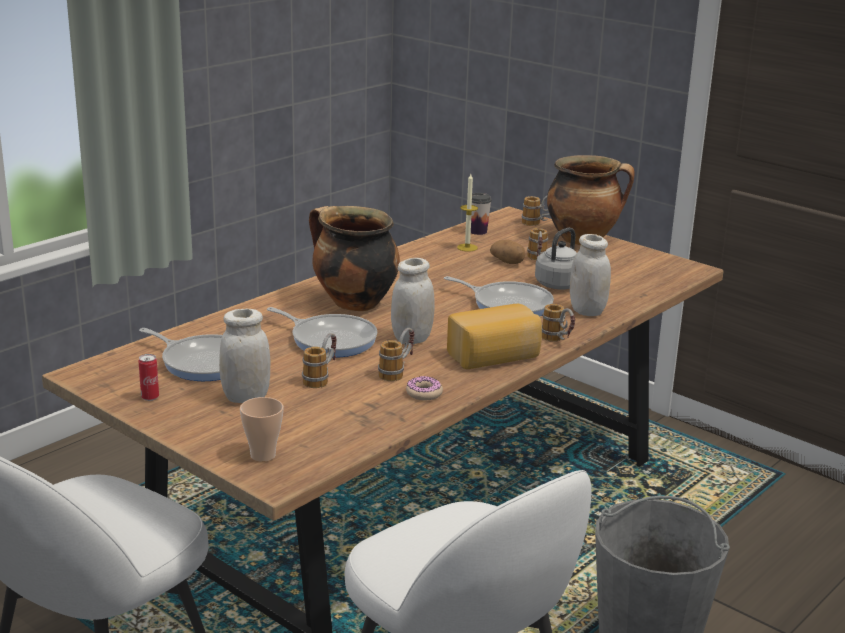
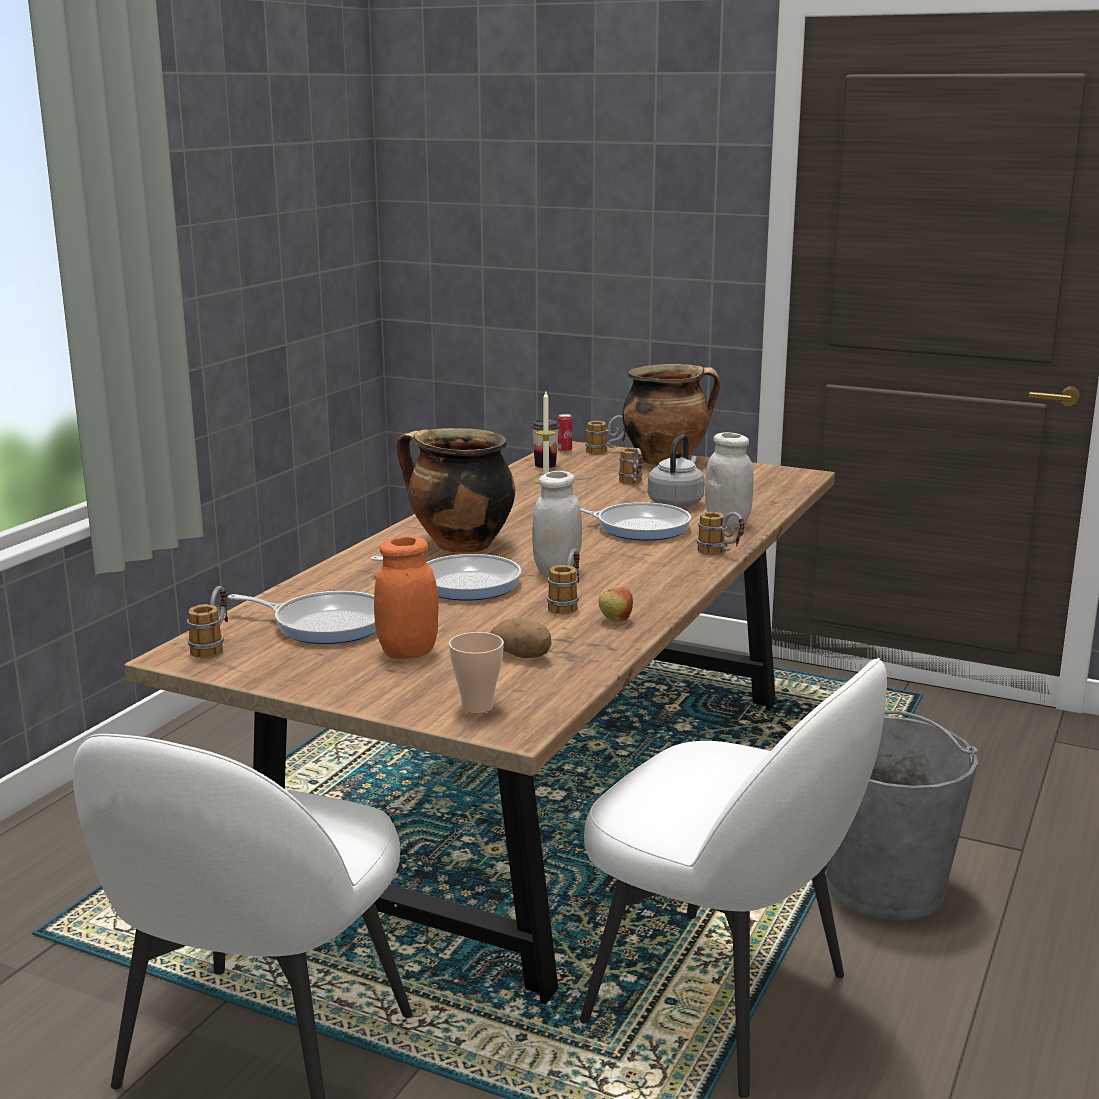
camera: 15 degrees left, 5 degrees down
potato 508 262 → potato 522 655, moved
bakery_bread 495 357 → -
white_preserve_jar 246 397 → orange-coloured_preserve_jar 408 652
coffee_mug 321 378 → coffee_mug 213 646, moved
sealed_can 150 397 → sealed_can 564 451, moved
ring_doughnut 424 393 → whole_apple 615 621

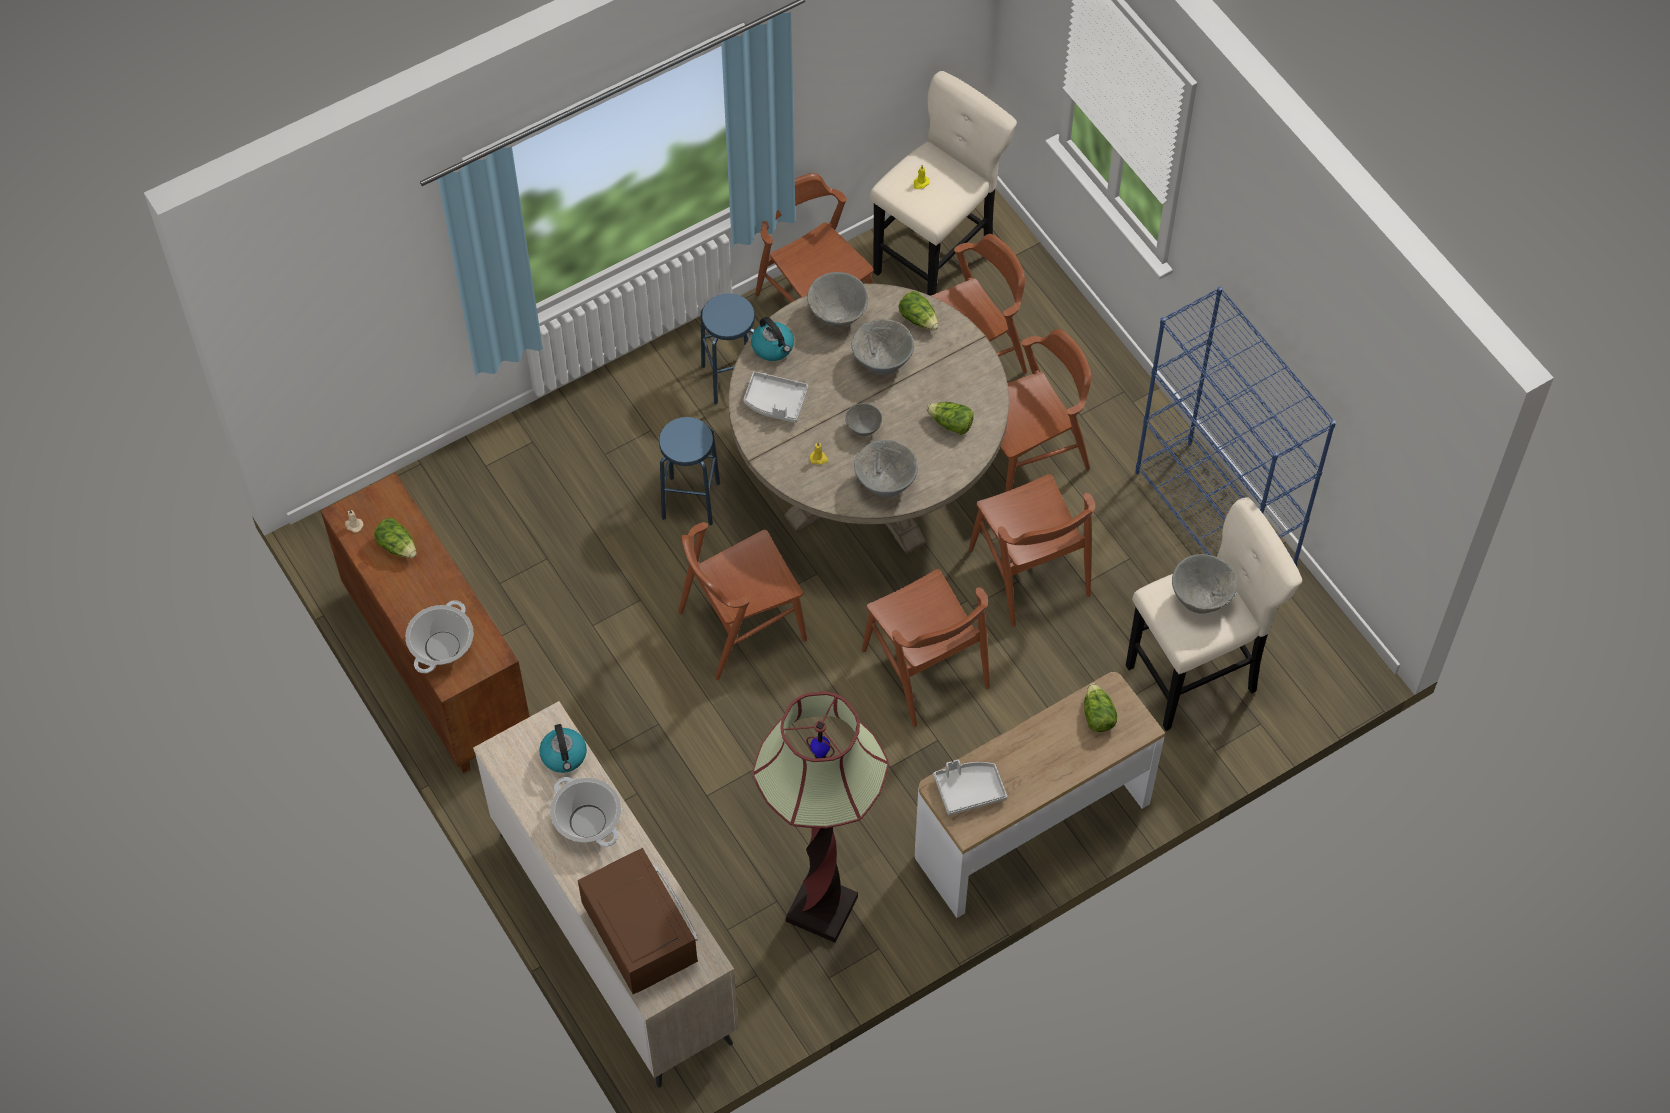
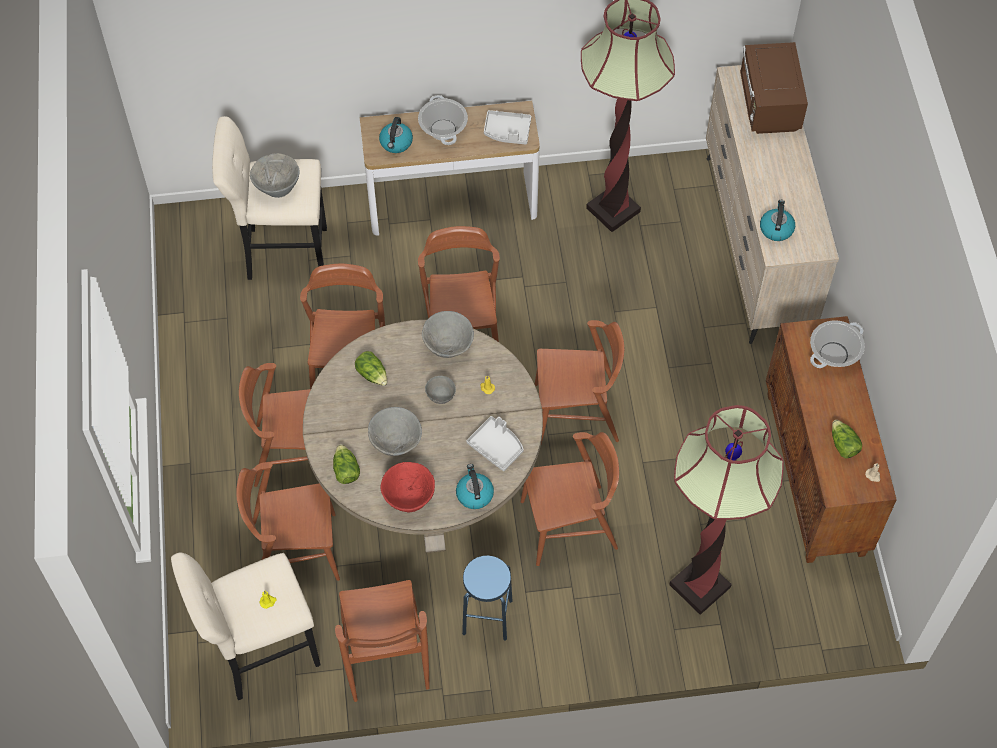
camera: 155 degrees left, 0 degrees up
greyish_serving_bowl 837 317 → red_serving_bowl 409 499
blue_bookshelf 1215 521 → -
blue_stool 690 500 → brown-coloured_upright_chair 569 525
head_of_lettuce 1097 715 → kettle 396 143
saucepot 587 821 → saucepot 443 130, moved
- → floor_lamp 699 586

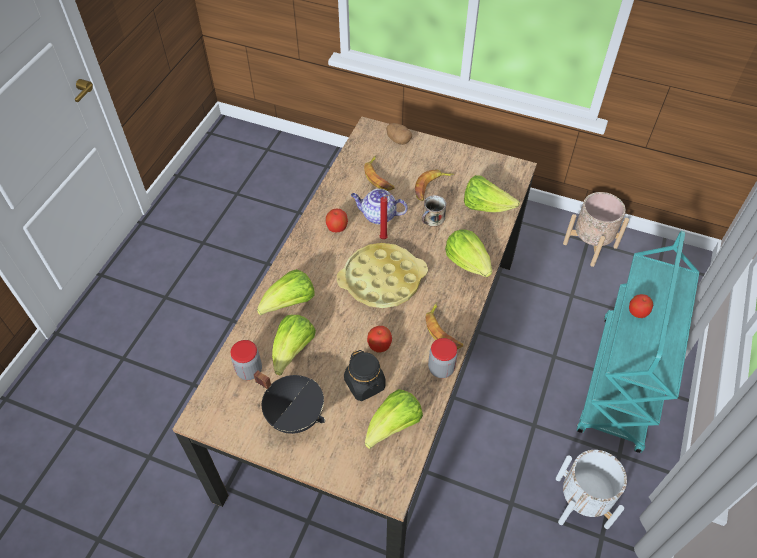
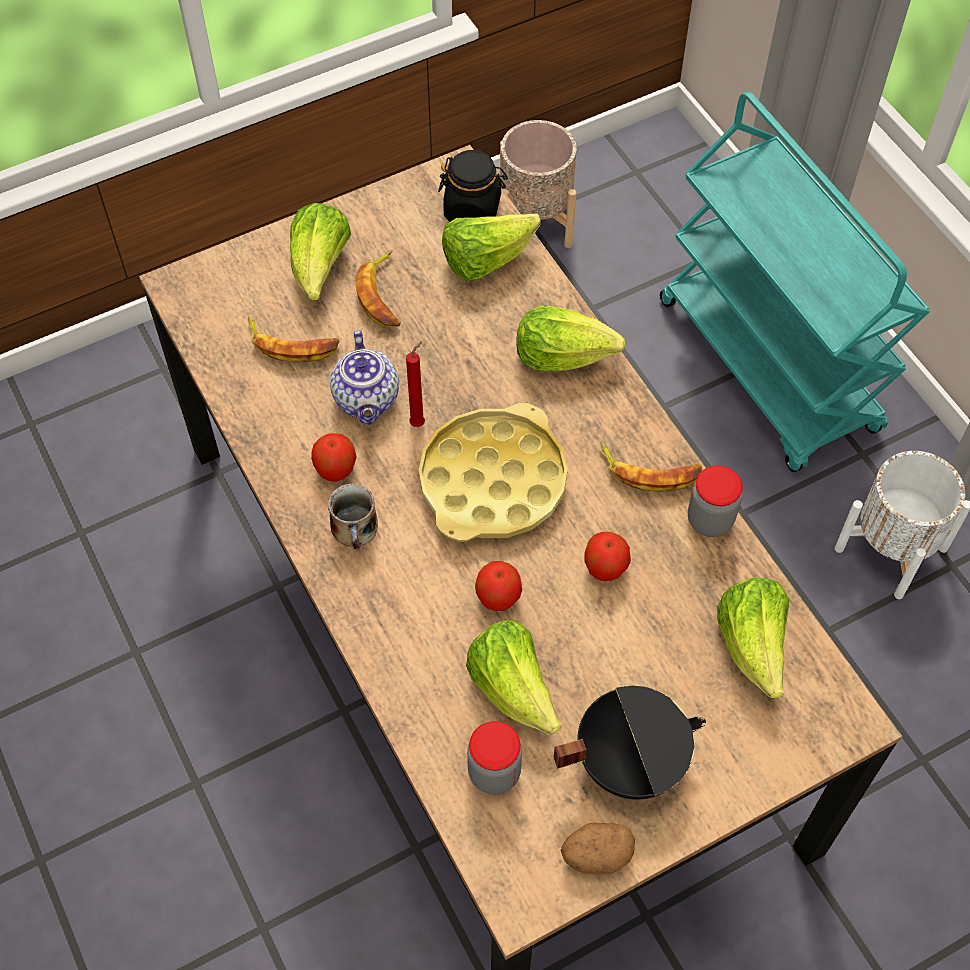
camera: 50 degrees left, 5 degrees up
potato 398 140 → potato 596 855, moved
tea_pot 378 216 → tea_pot 367 400, 60 degrees counterclockwise
coffee_mug 432 219 → coffee_mug 355 529, moved
head_of_lettuce 290 303 → head_of_lettuce 320 269, moved
whole_apple 637 312 → whole_apple 498 597, moved
black_preserve_jar 365 384 → black_preserve_jar 473 208, moved

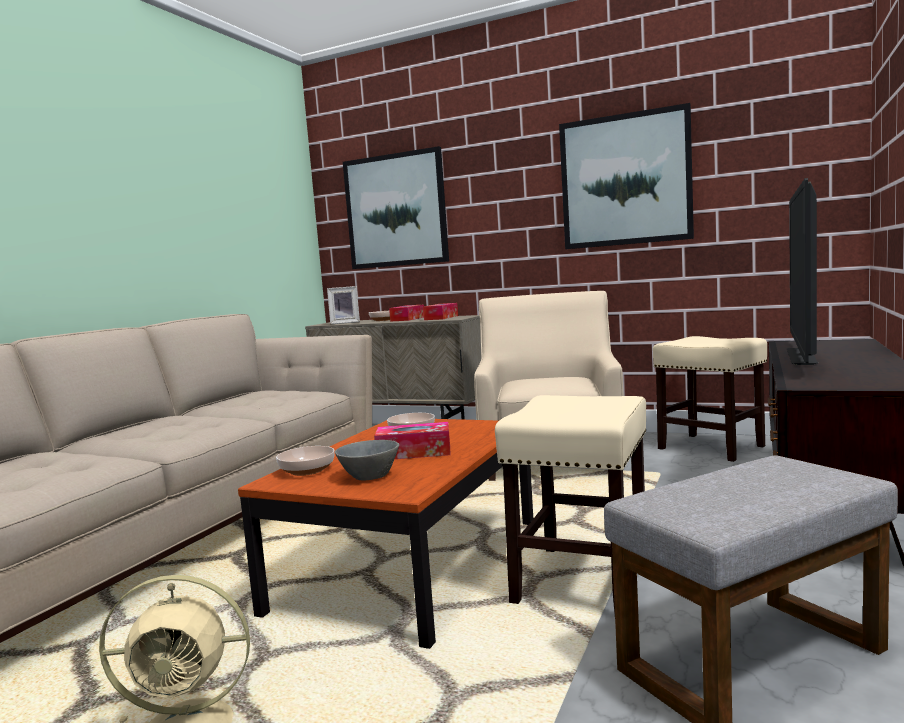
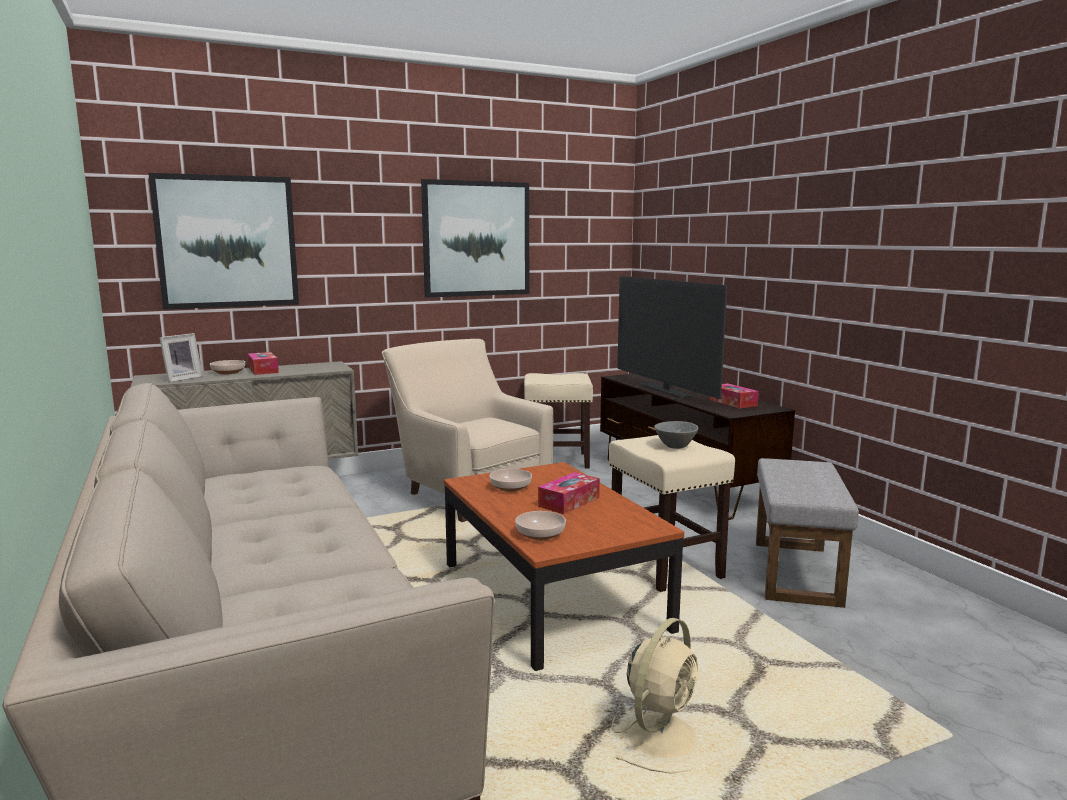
camera: 50 degrees left, 5 degrees up
box_of_tissues 441 318 → box_of_tissues 733 402, moved
greyish_serving_bowl 369 476 → greyish_serving_bowl 674 446, moved

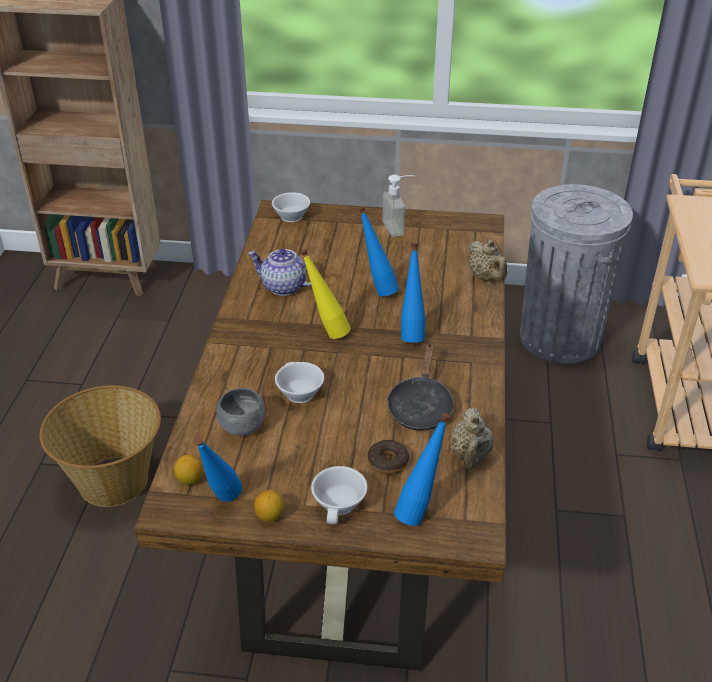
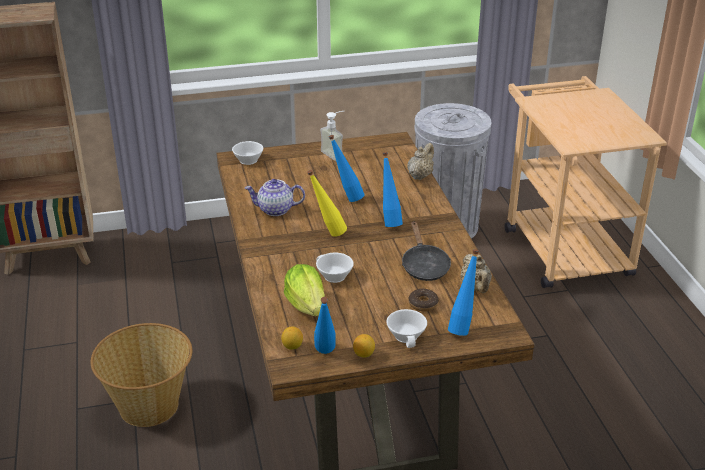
camera: 20 degrees left, 5 degrees down
sand-coloured_tea_pot 486 278 → sand-coloured_tea_pot 420 176, 105 degrees counterclockwise
greyish_serving_bowl 242 426 → head_of_lettuce 307 305

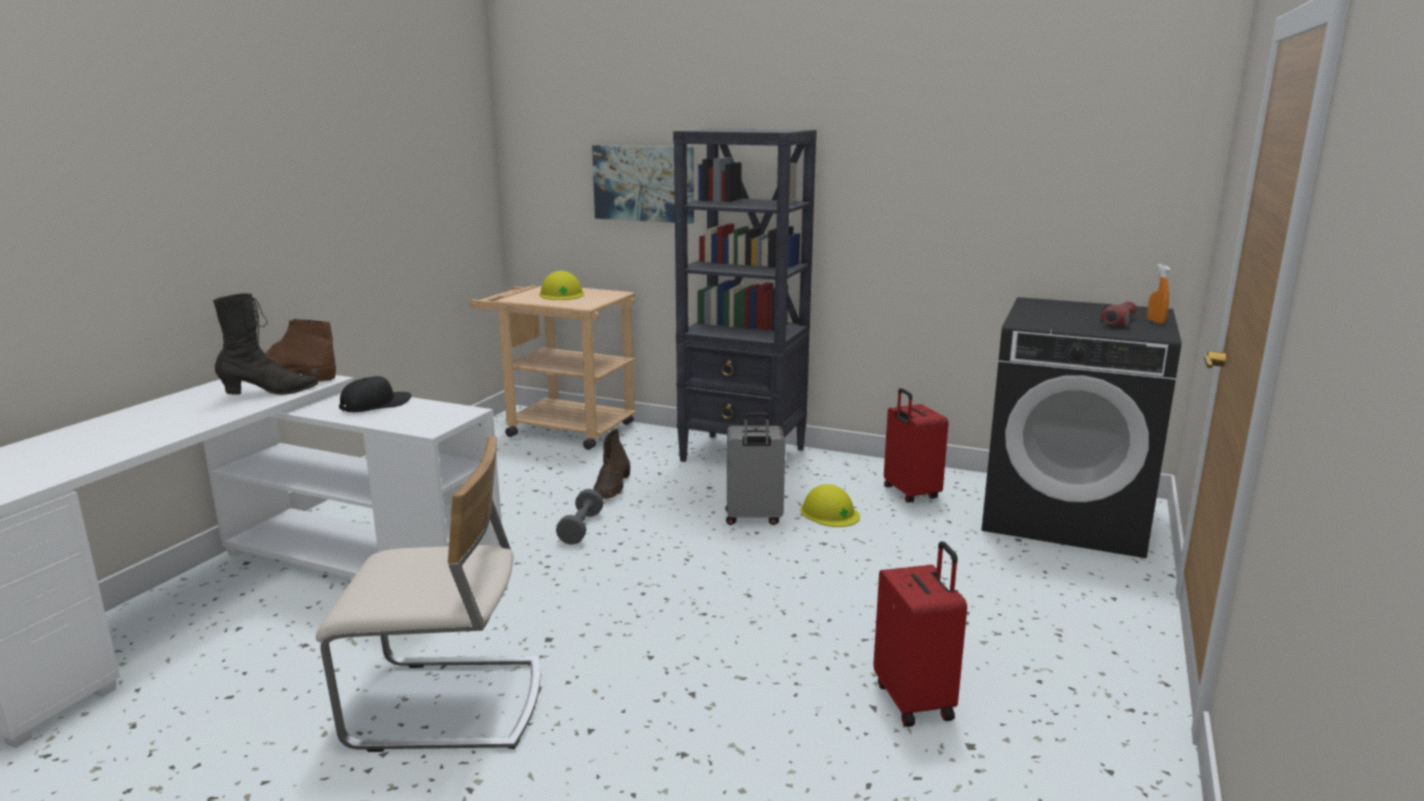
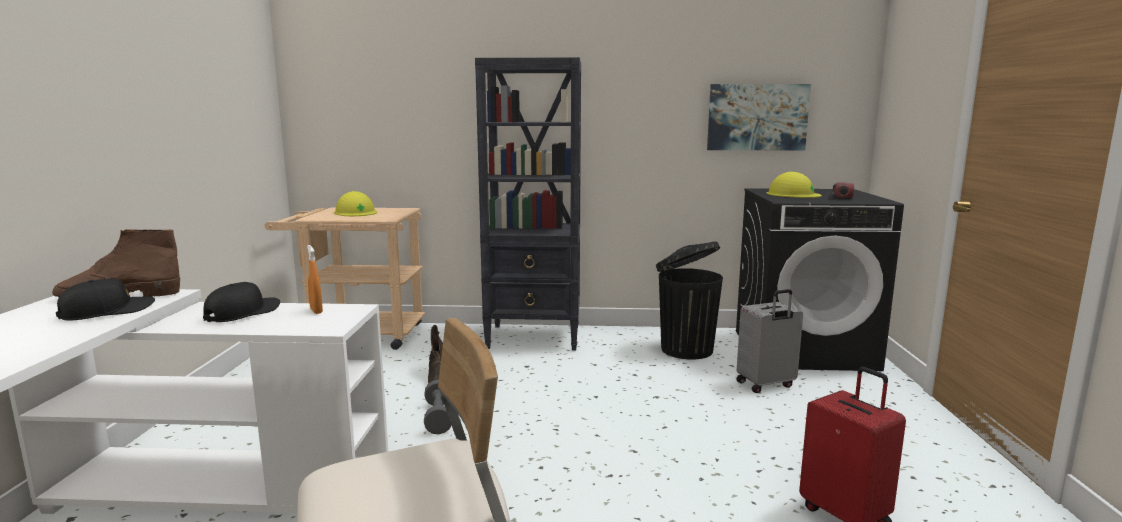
camera: 20 degrees left, 5 degrees down
picture 644 183 → picture 757 117, moved
orange-coloured_hand_sprayer 1155 321 → orange-coloured_hand_sprayer 316 311, moved
black_high-top_boot 270 392 → black_cap 107 311
red_travel_case 909 493 → black_rubbish_bin 685 349
greyish_travel_case 753 518 → greyish_travel_case 766 385, moved
yellow_work_helmet 829 512 → yellow_work_helmet 793 194, moved

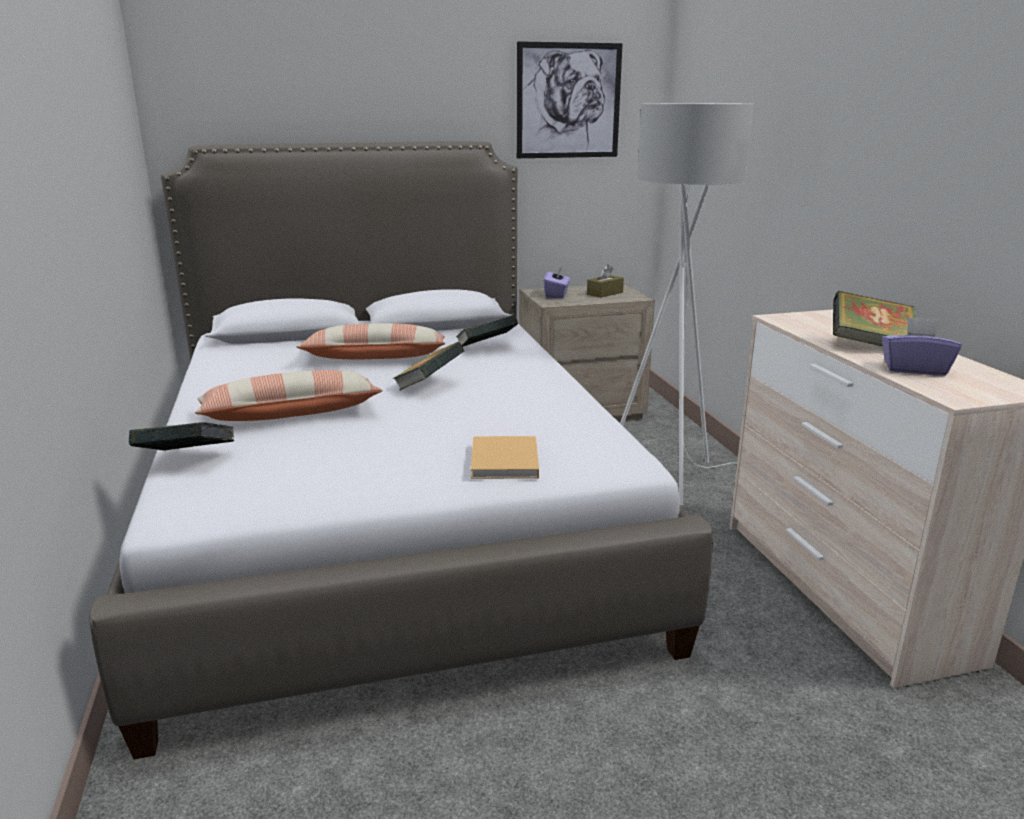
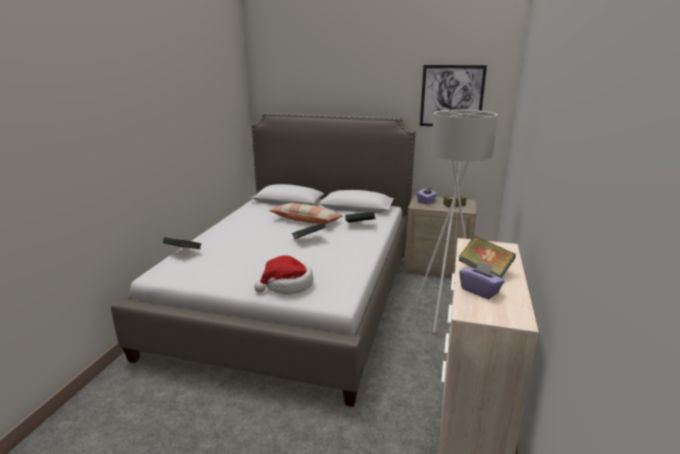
camera: 30 degrees right, 0 degrees up
throw_pillow 291 414 → -
sand-coloured_volume 504 462 → clothing_hat 287 285

